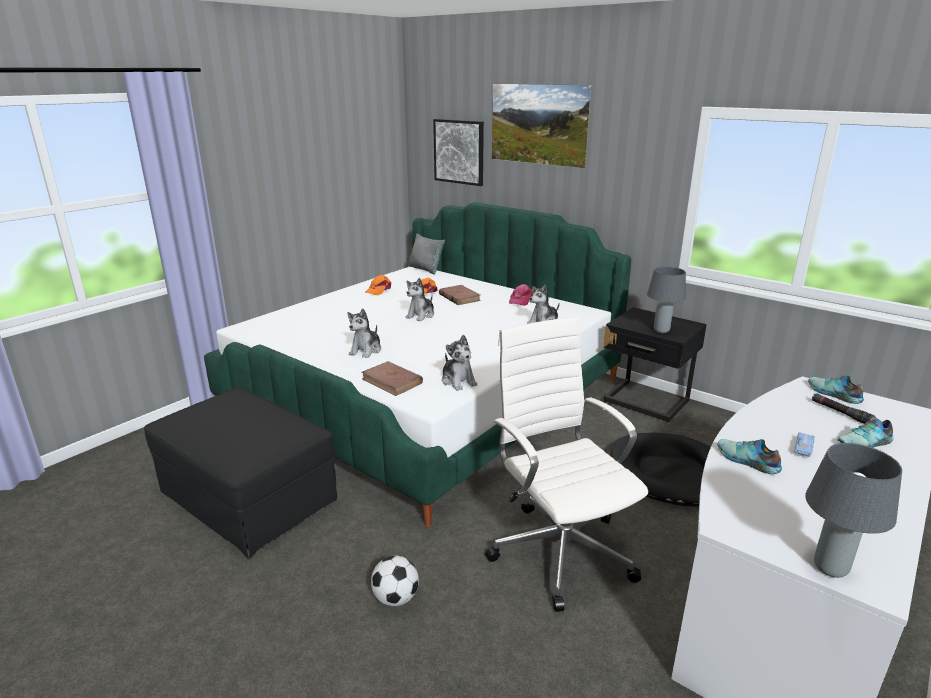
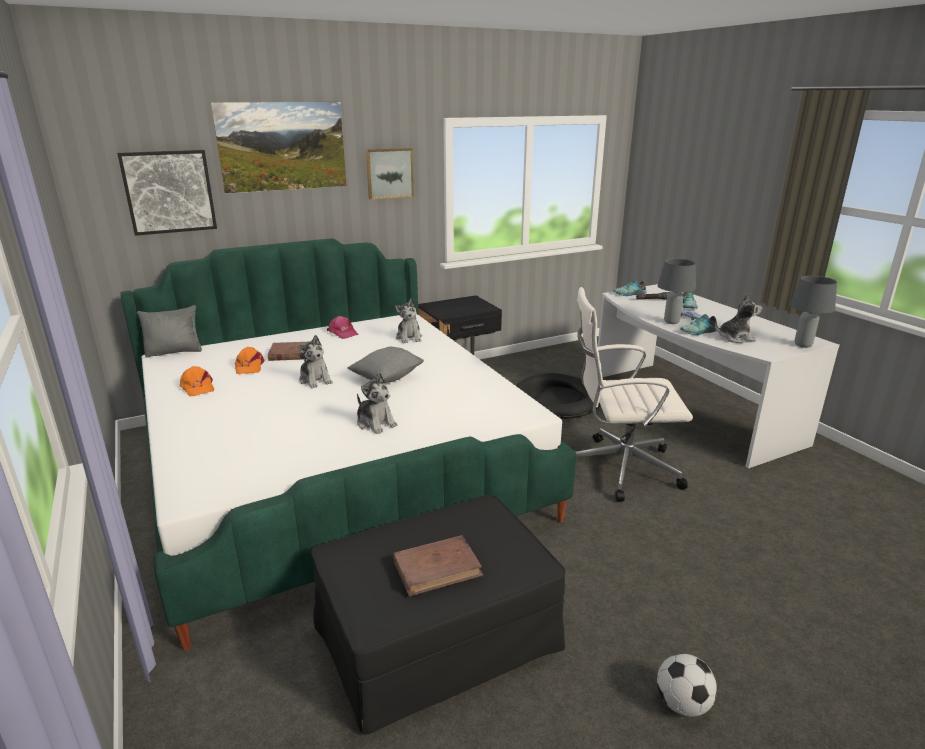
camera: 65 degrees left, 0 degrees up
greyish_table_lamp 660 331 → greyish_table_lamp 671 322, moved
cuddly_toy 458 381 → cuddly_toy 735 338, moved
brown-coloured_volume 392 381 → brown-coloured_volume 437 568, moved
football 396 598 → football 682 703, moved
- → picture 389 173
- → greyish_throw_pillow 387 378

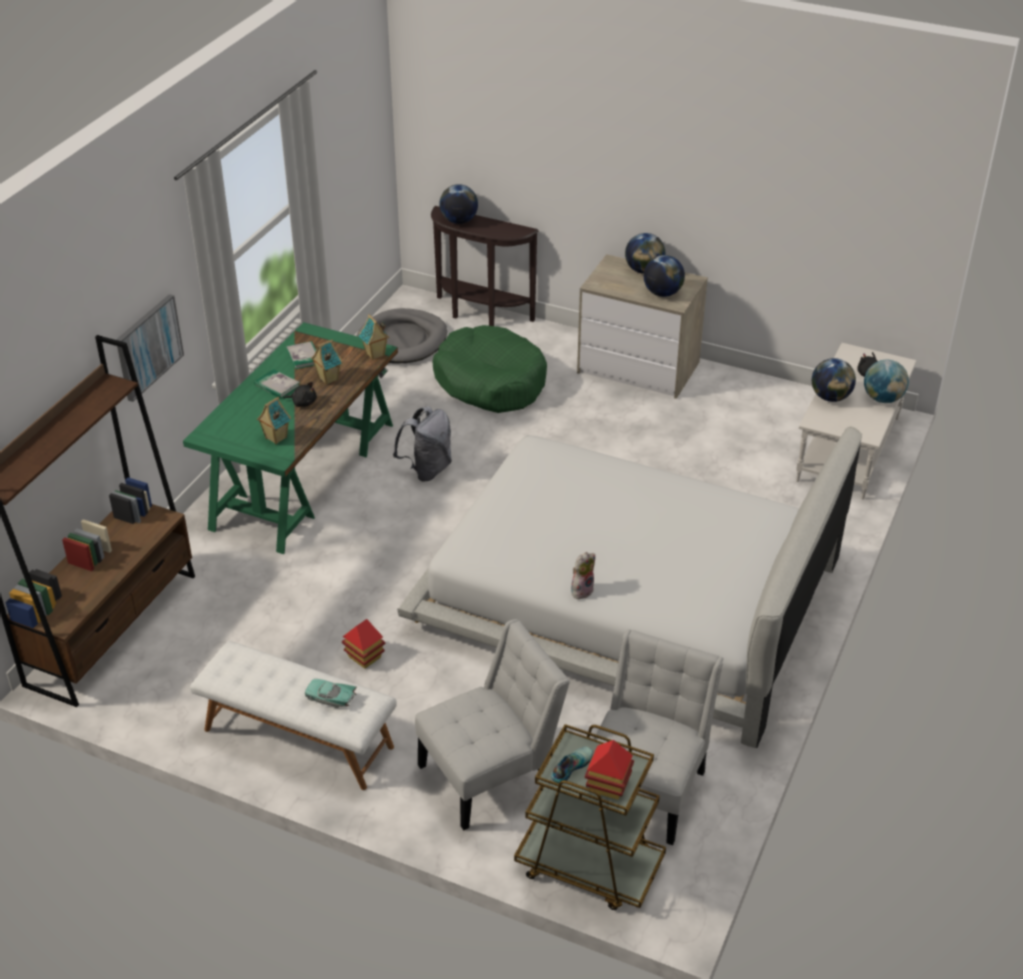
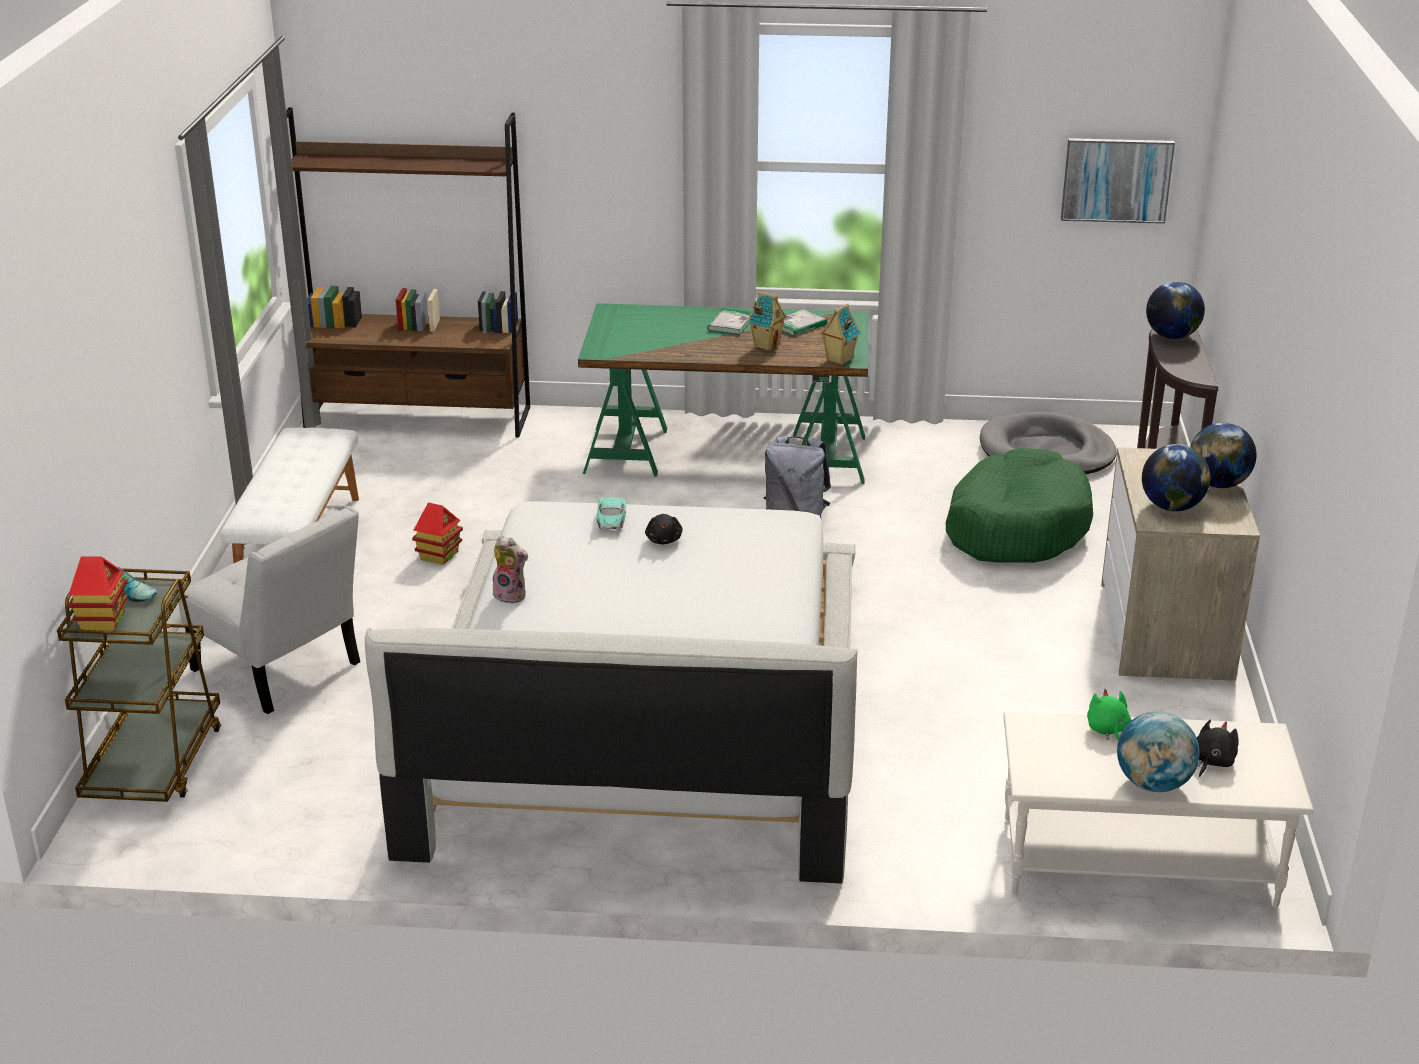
camera: 70 degrees right, 10 degrees down
picture 148 347 → picture 1116 180, moved
desk_globe 830 397 → green-coloured_cuddly_toy 1108 731
black_cuddly_toy 303 402 → black_cuddly_toy 664 540, moved
model_house 275 438 → -
white_upright_chair 646 786 → -
turquoise_toy_car 330 698 → turquoise_toy_car 611 521, moved

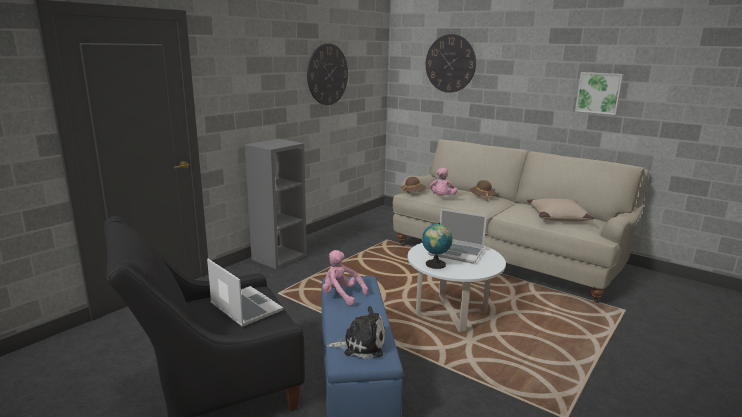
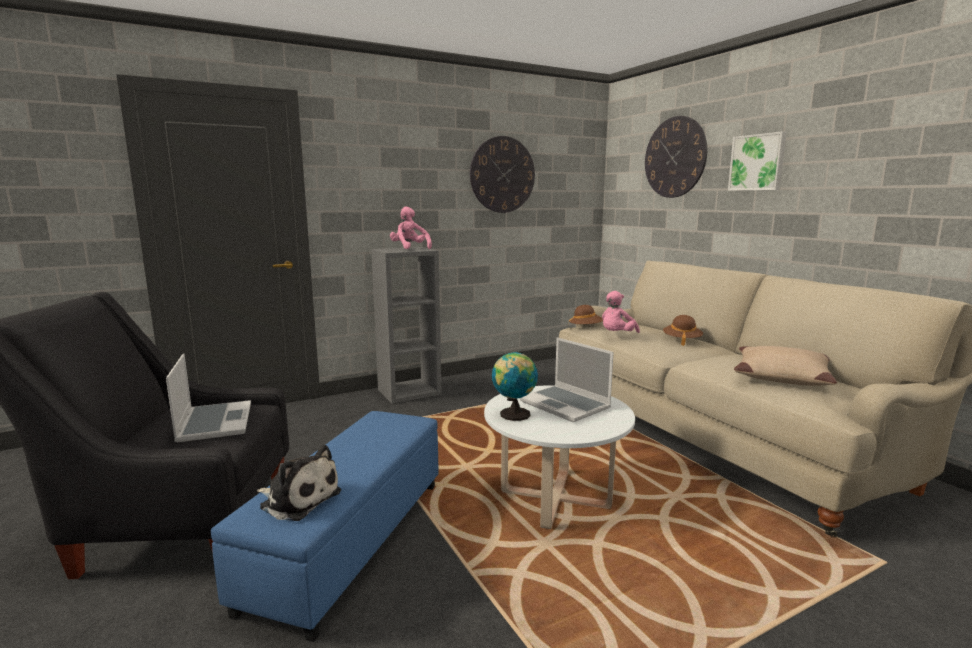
camera: 25 degrees right, 5 degrees down
picture 599 93 → picture 757 162, moved
pinkish_cuddly_toy 341 295 → pinkish_cuddly_toy 410 248, moved

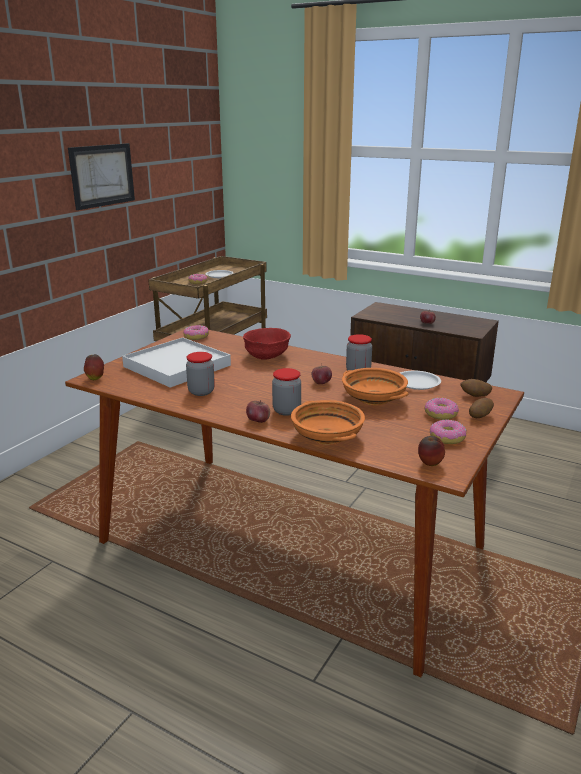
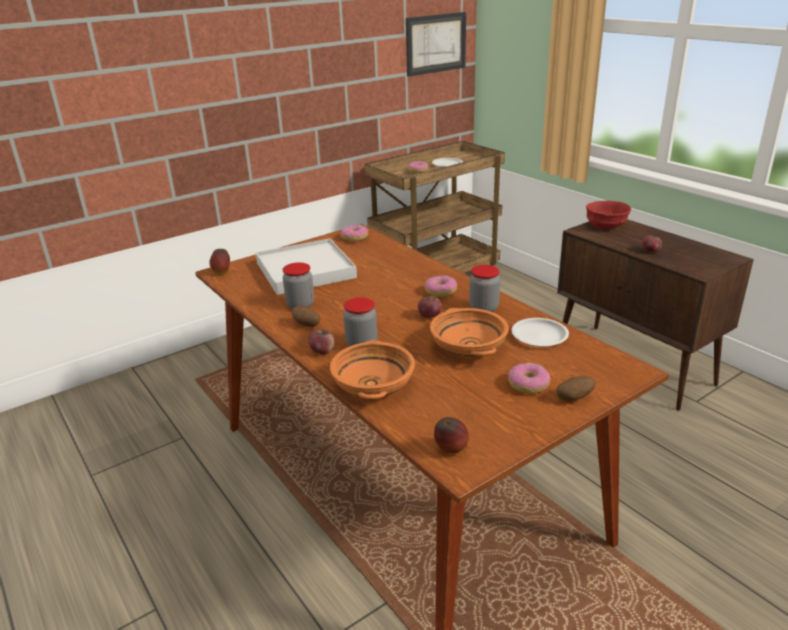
camera: 25 degrees right, 5 degrees up
picture 102 175 → picture 436 43, moved
red_serving_bowl 267 356 → red_serving_bowl 606 226, moved
potato 475 396 → potato 306 325, moved
ring_doughnut 447 438 → ring_doughnut 440 291, moved

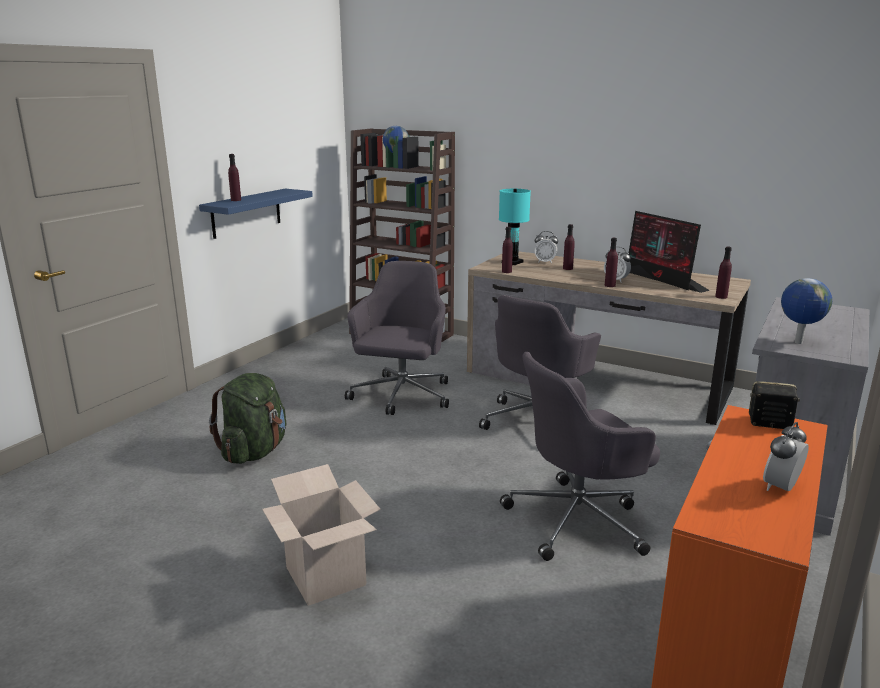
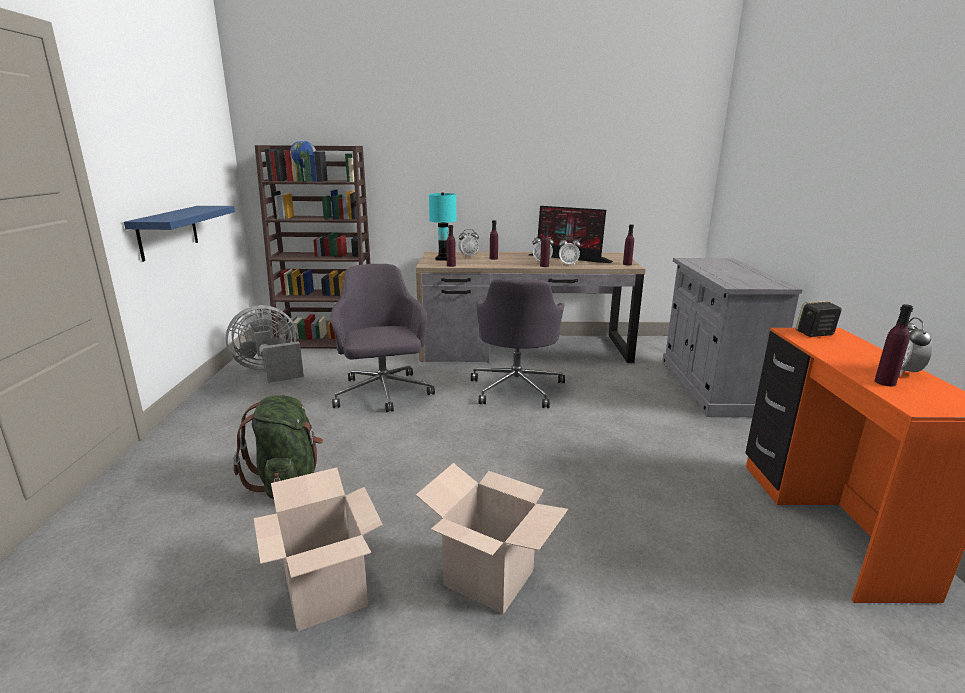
camera: 30 degrees left, 0 degrees up
purplish_beverage_bottle 236 200 → purplish_beverage_bottle 885 382, moved
desk_globe 798 342 → -
greyish_desk_chair 578 520 → -
- → alarm_clock 568 265
- → greyish_electric_fan 270 371
- → packing_box 326 593

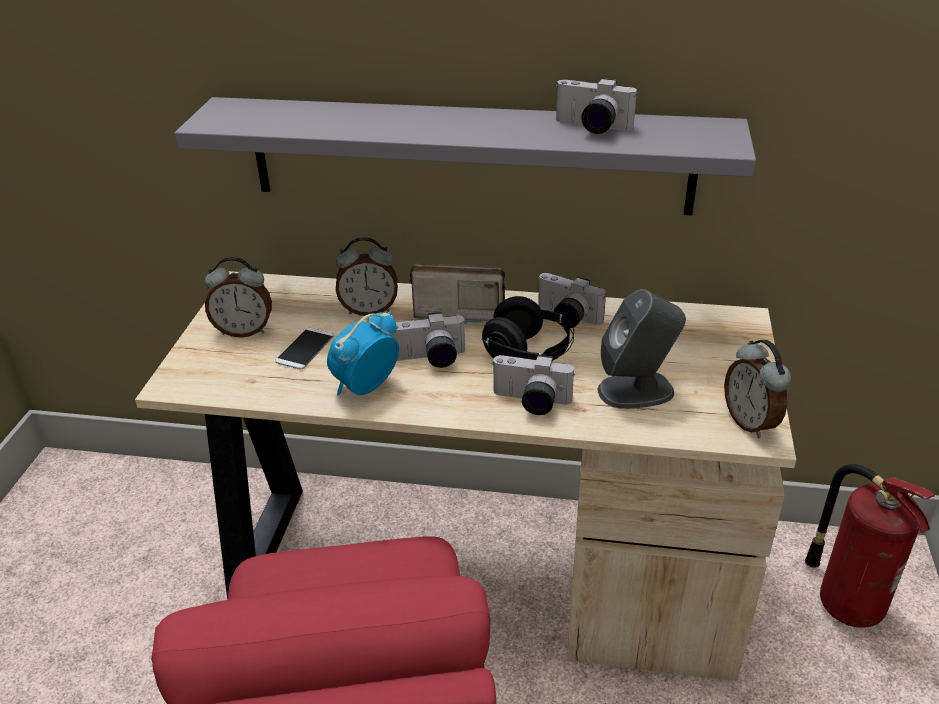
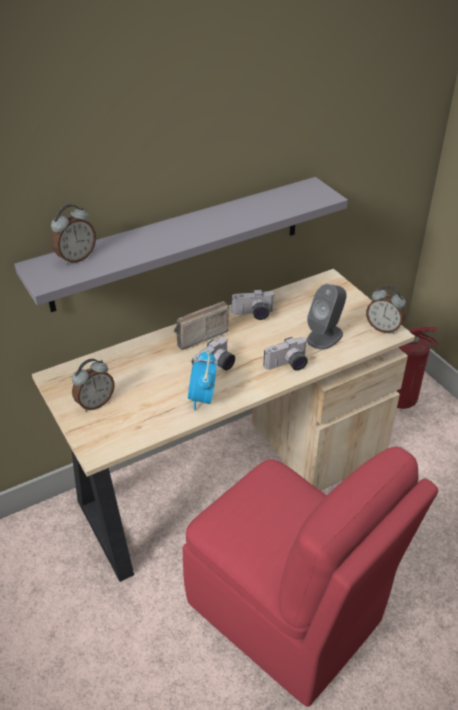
camera: 40 degrees left, 5 degrees up
photo_camera 591 128 → -
alarm_clock 369 310 → alarm_clock 76 258, moved
black_headset 529 354 → -
handset 305 349 → -

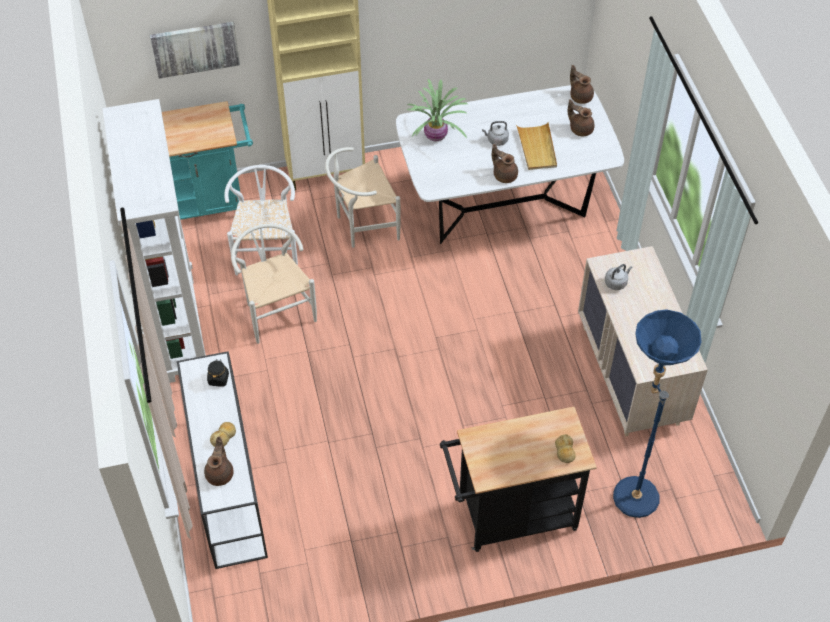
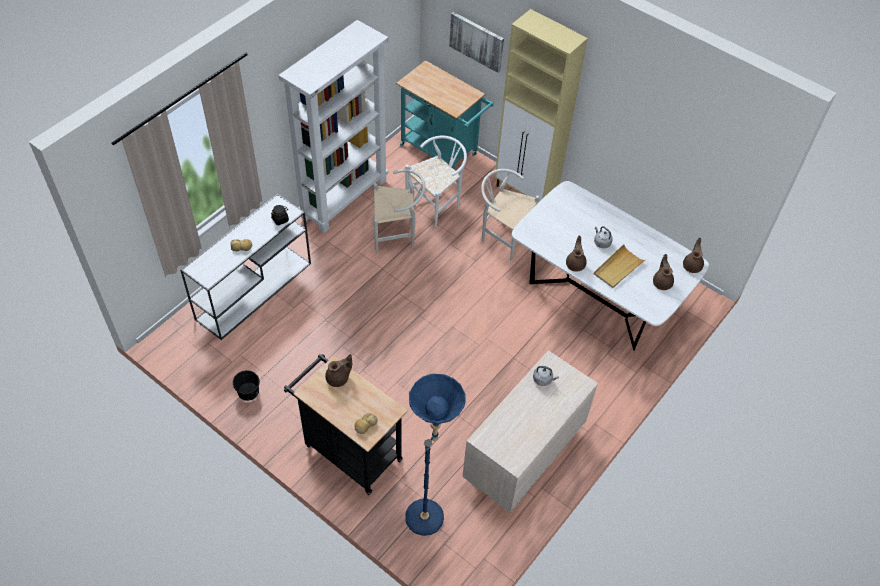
camera: 50 degrees right, 0 degrees up
potted_plant 436 137 → -
white_upright_chair 276 311 → white_upright_chair 398 234, 60 degrees clockwise
brown-coloured_tea_pot 220 473 → brown-coloured_tea_pot 338 378, moved
- → black_bucket 248 391

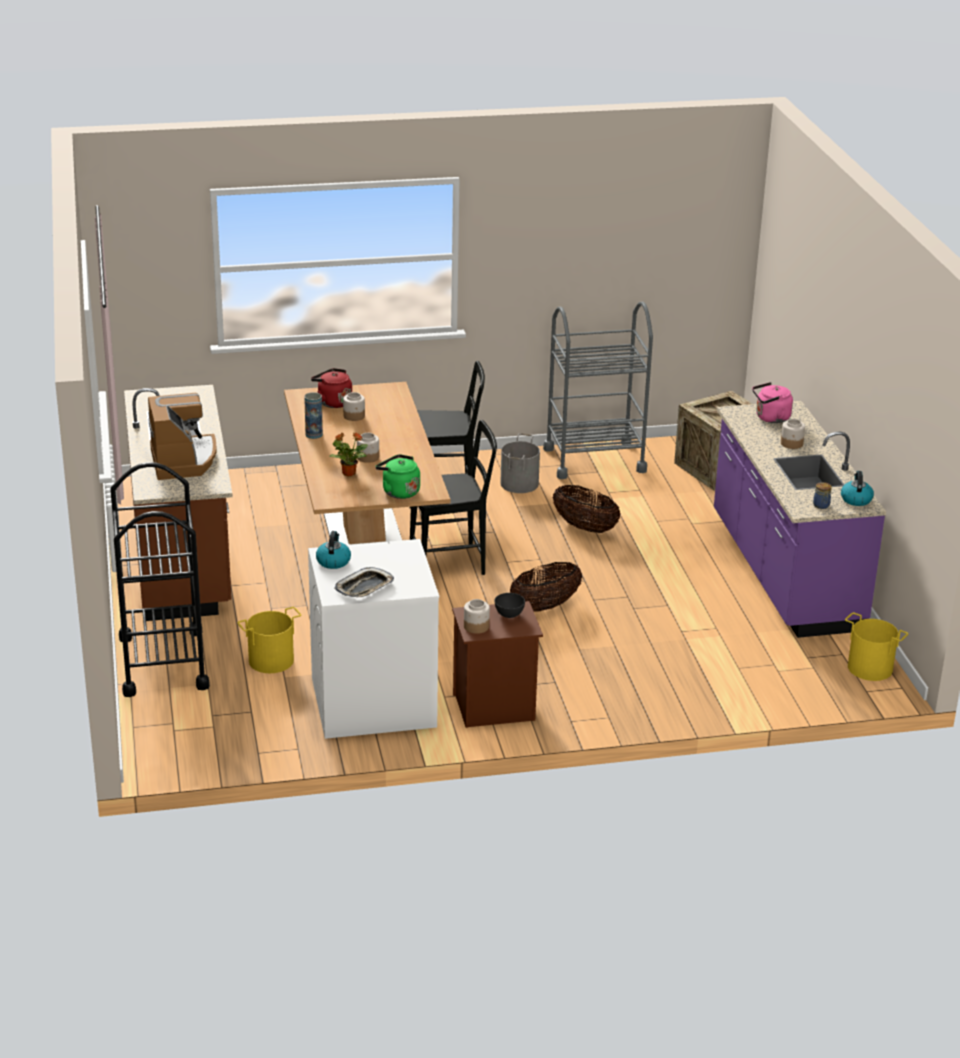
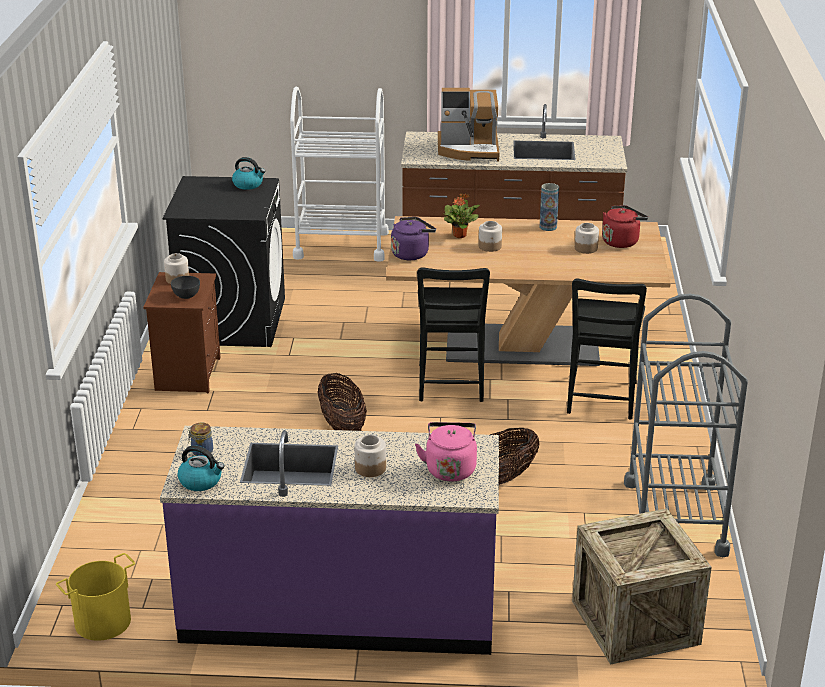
camera: 105 degrees right, 0 degrees up
greyish_bucket 518 483 → -
green-coloured_kettle 399 491 → purplish_kettle 411 253
black_cart 163 662 → white_cart 341 245
white_laundry_machine 372 702 → black_laundry_machine 232 321
tray 364 587 → -
yellow_bucket 271 660 → -

